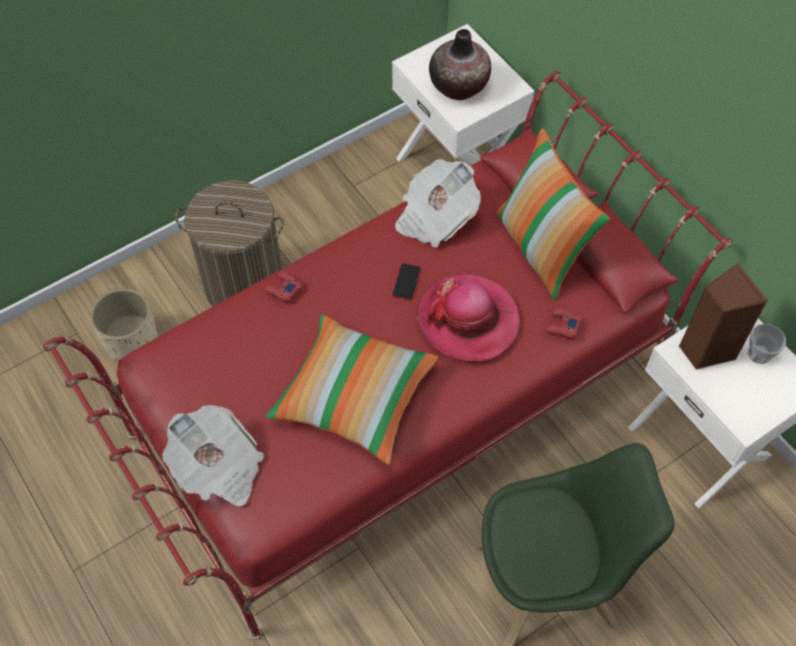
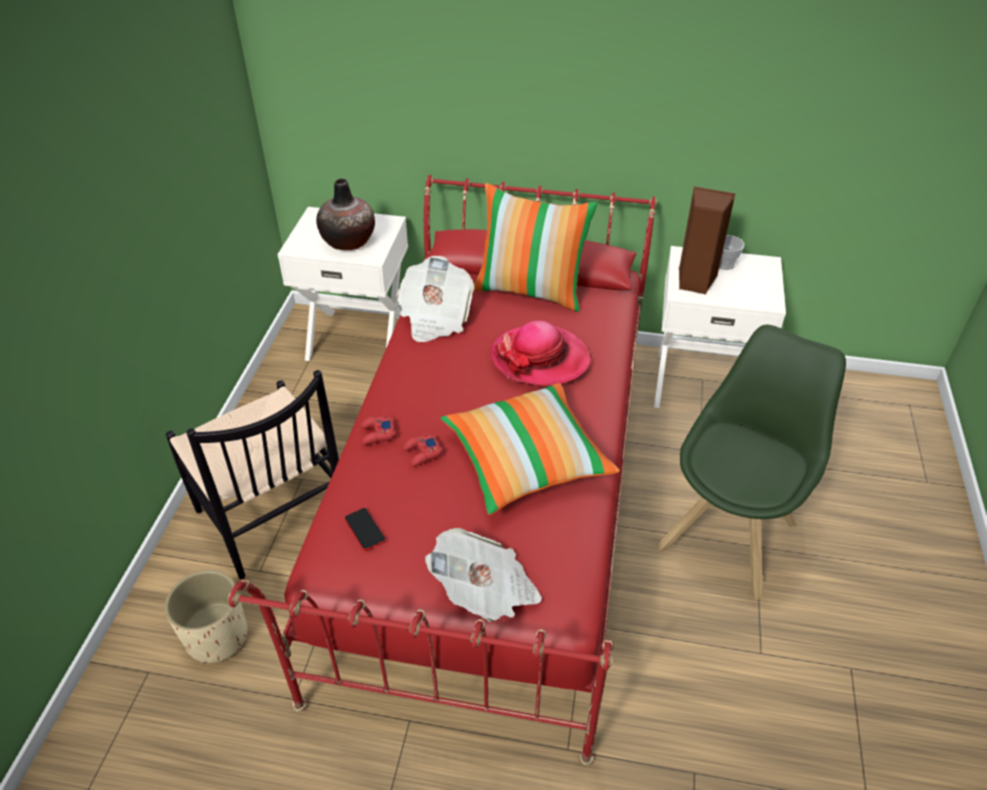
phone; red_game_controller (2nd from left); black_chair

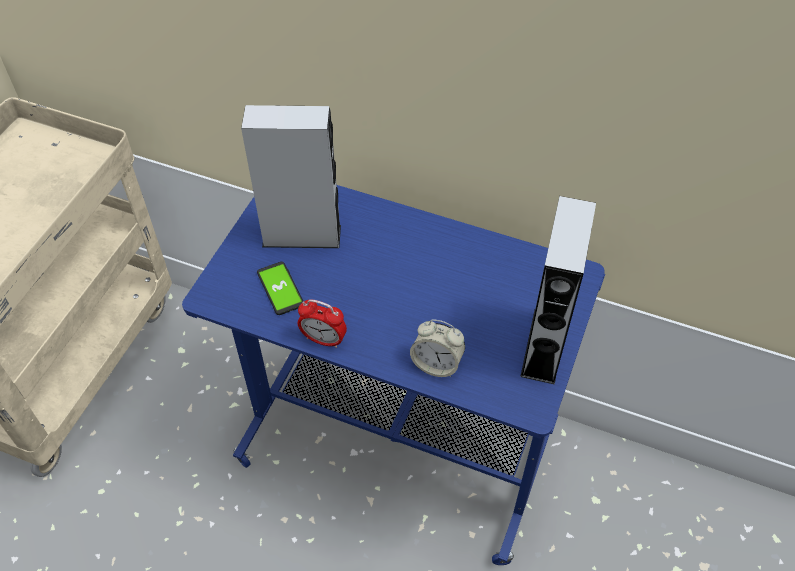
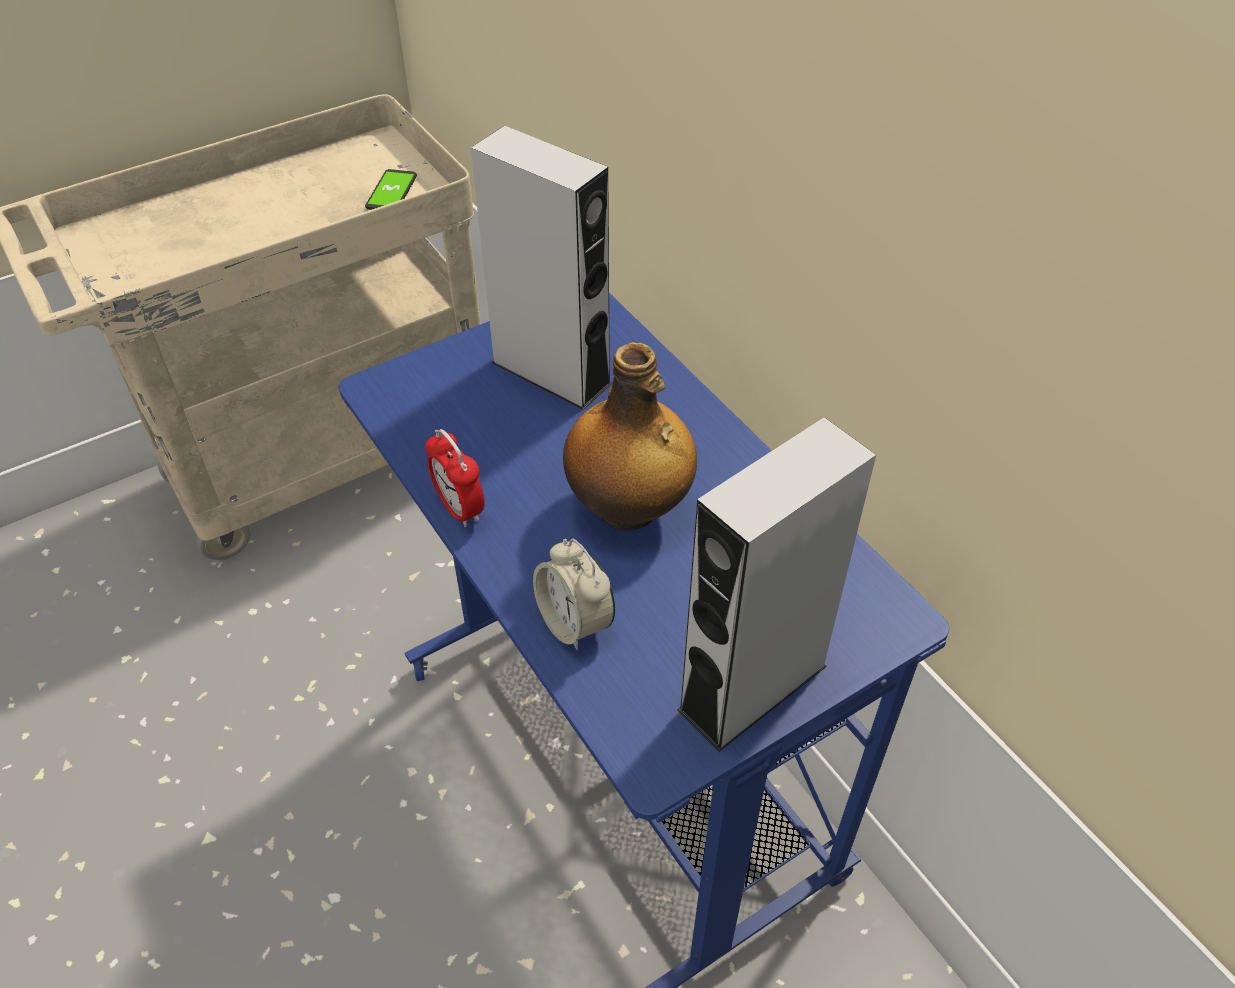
bottle; phone

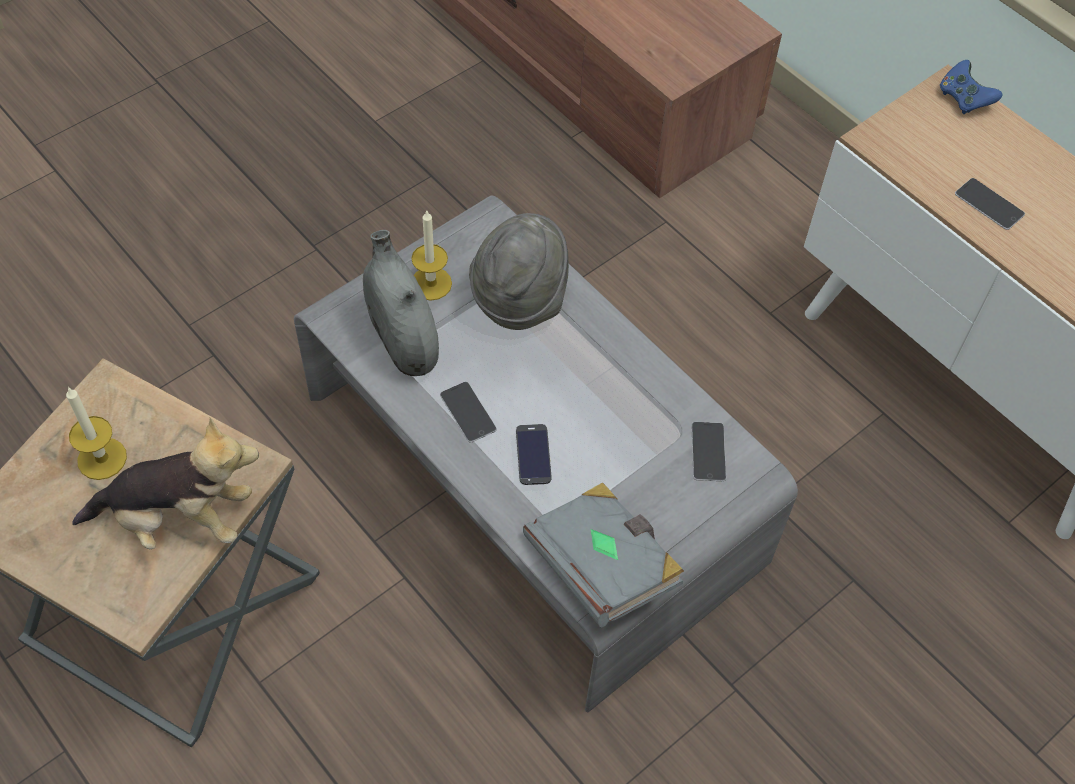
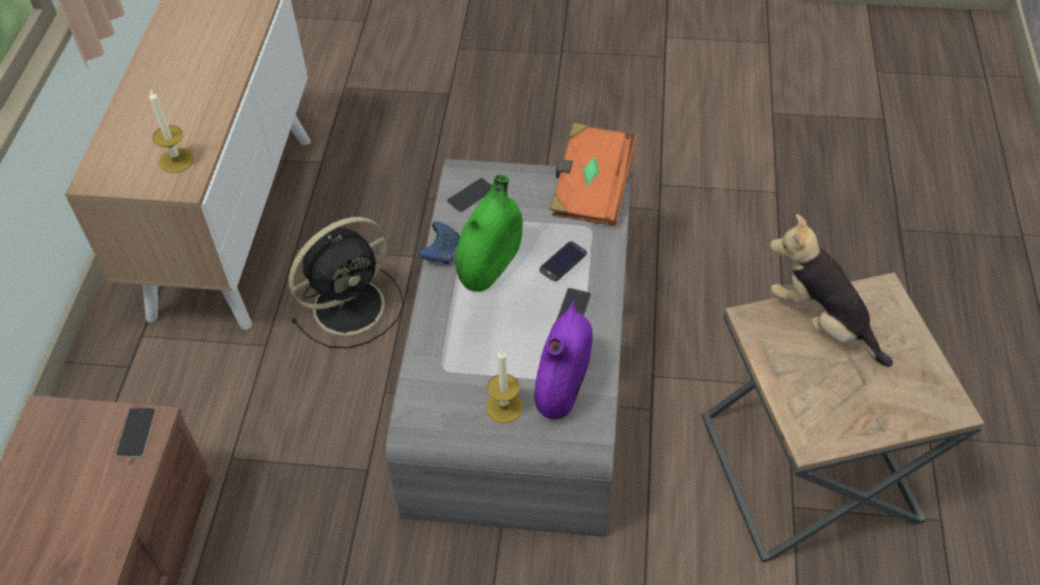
grey_hat; black_fan; green_vase; candle (1st from left); blue_game_controller; phone (1st from left); purple_vase; orange_book

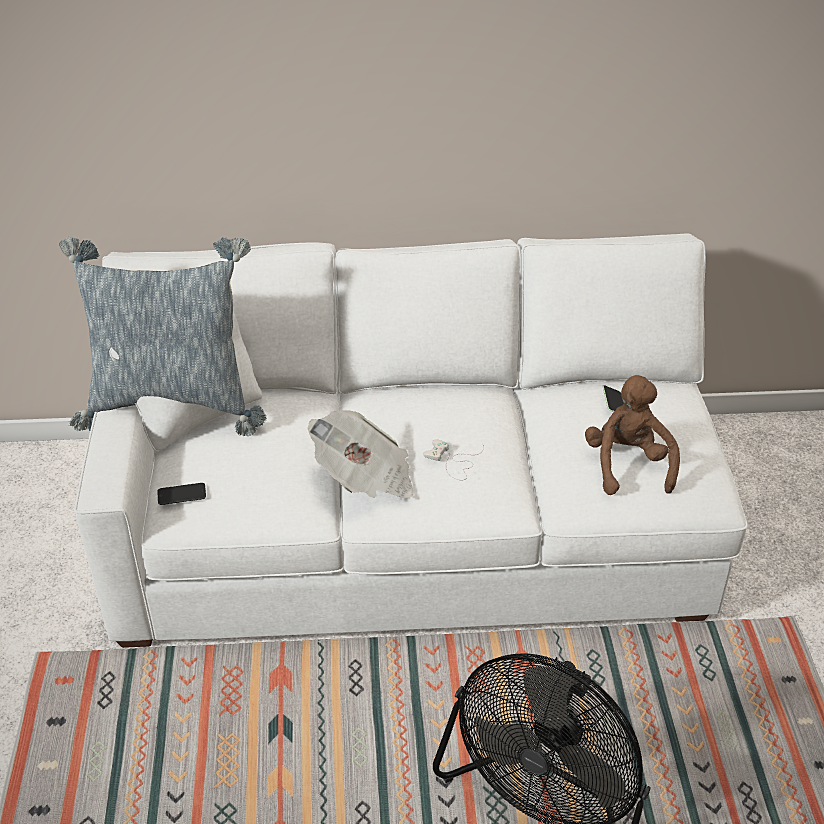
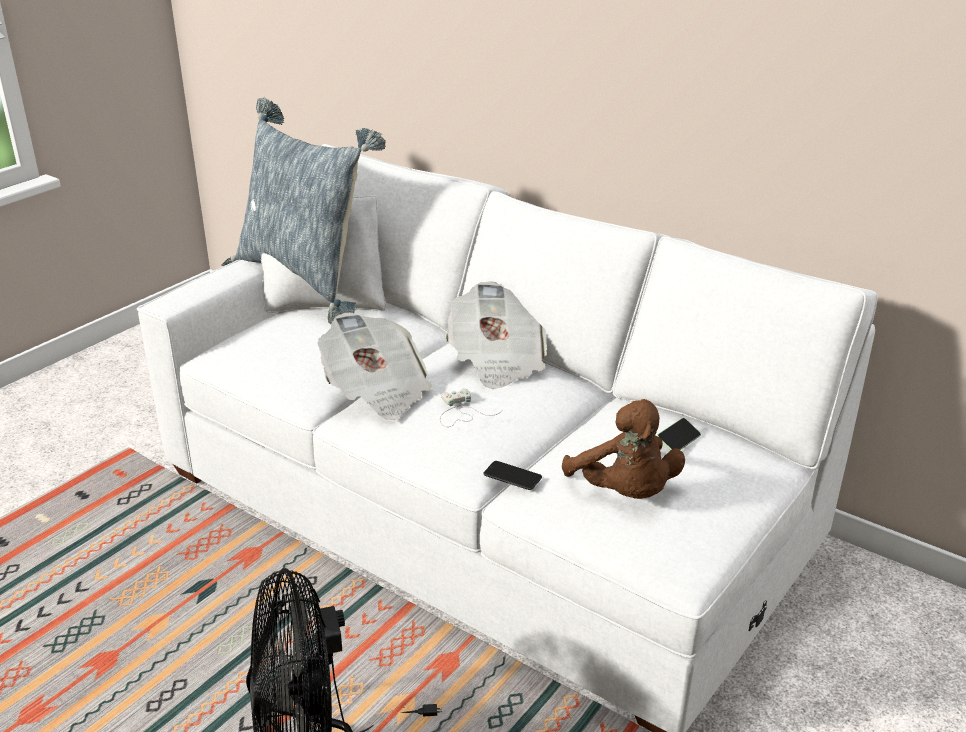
newspaper (2nd from left); phone (1st from left); brown_plush_toy

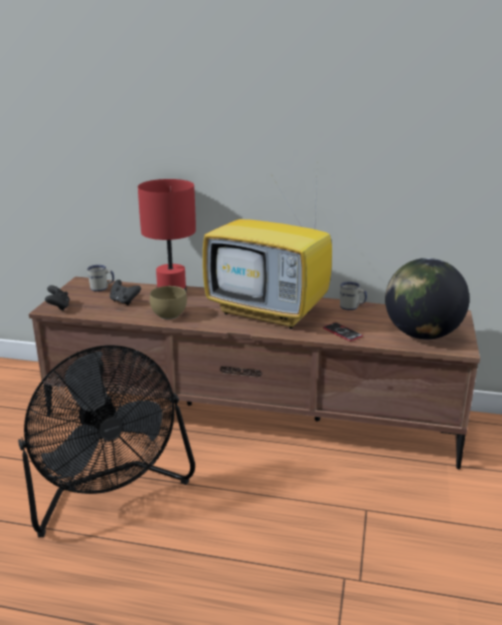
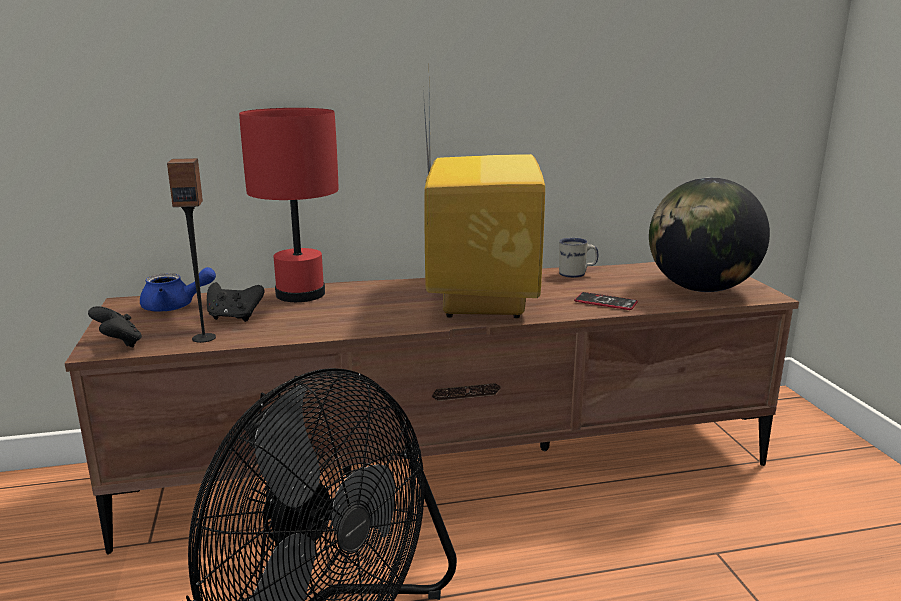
brown_bowl; speaker; blue_teapot; television

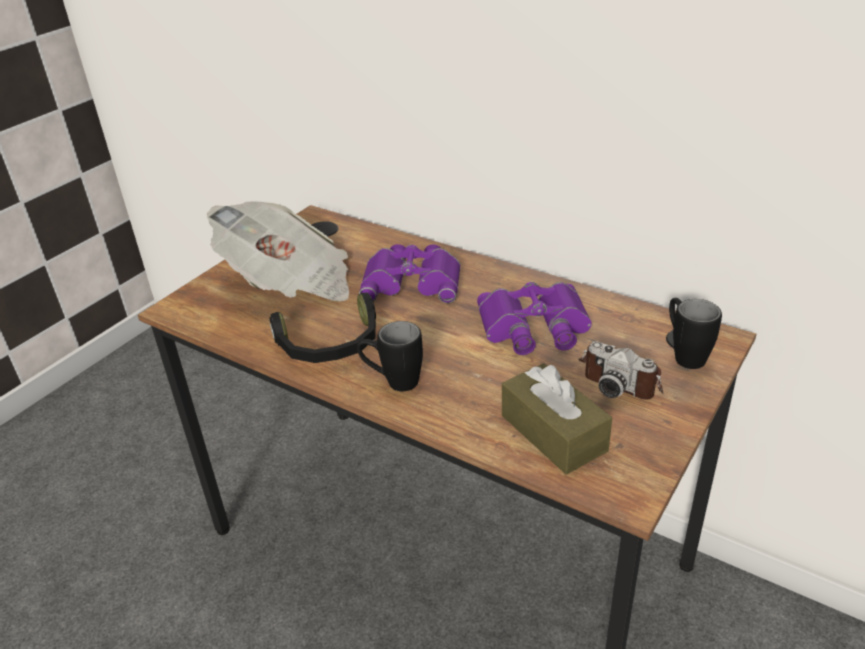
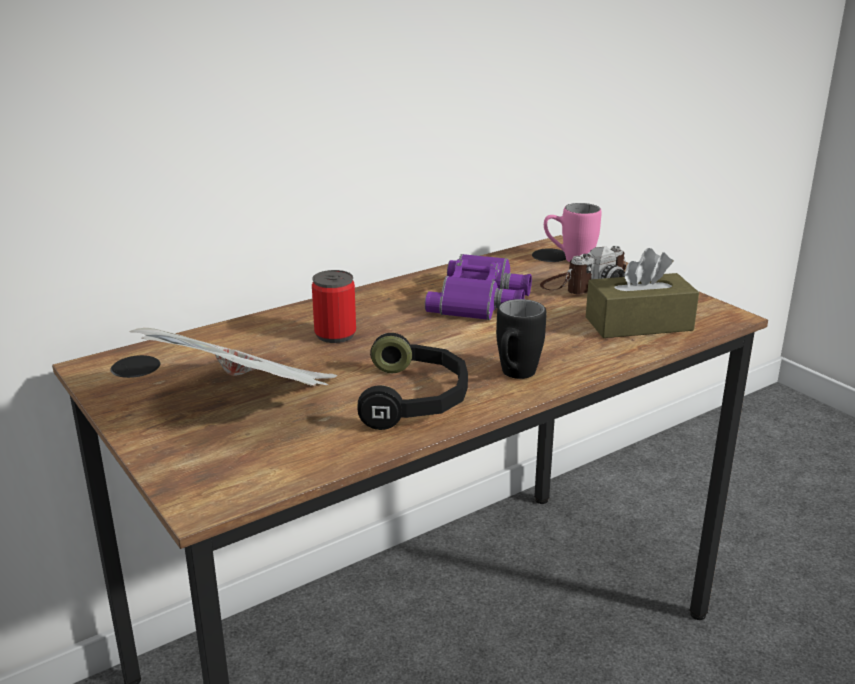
can; pink_mug

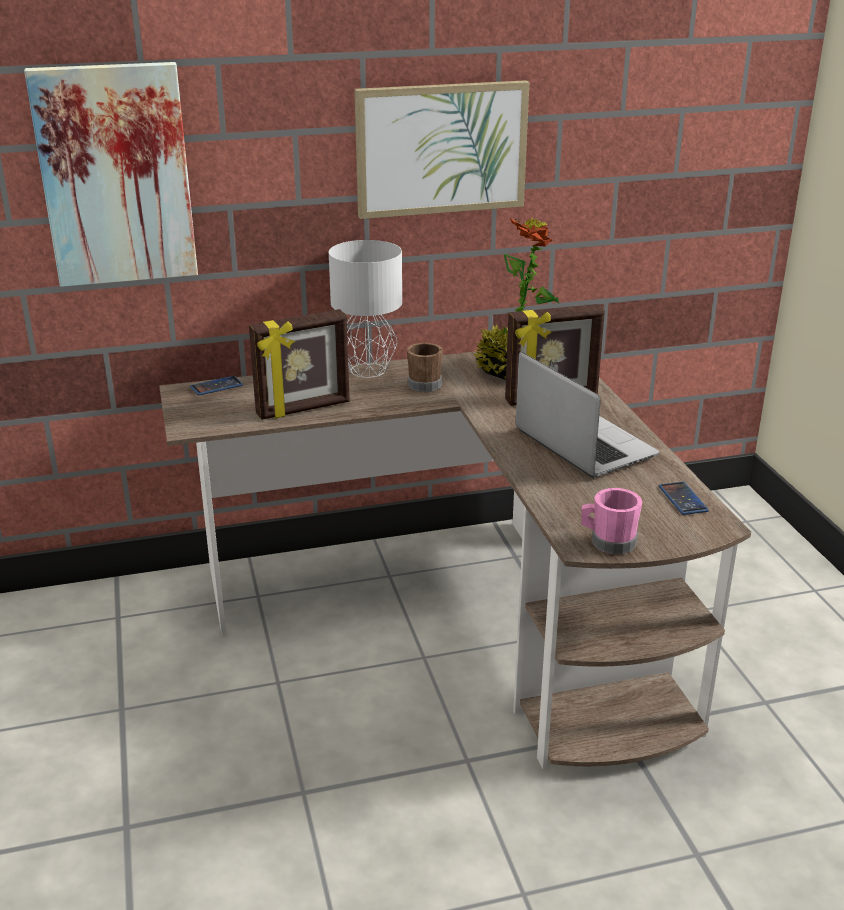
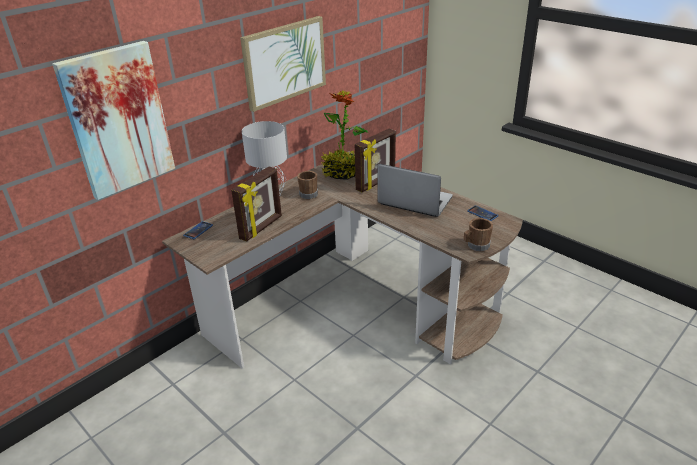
brown_mug (2nd from left)

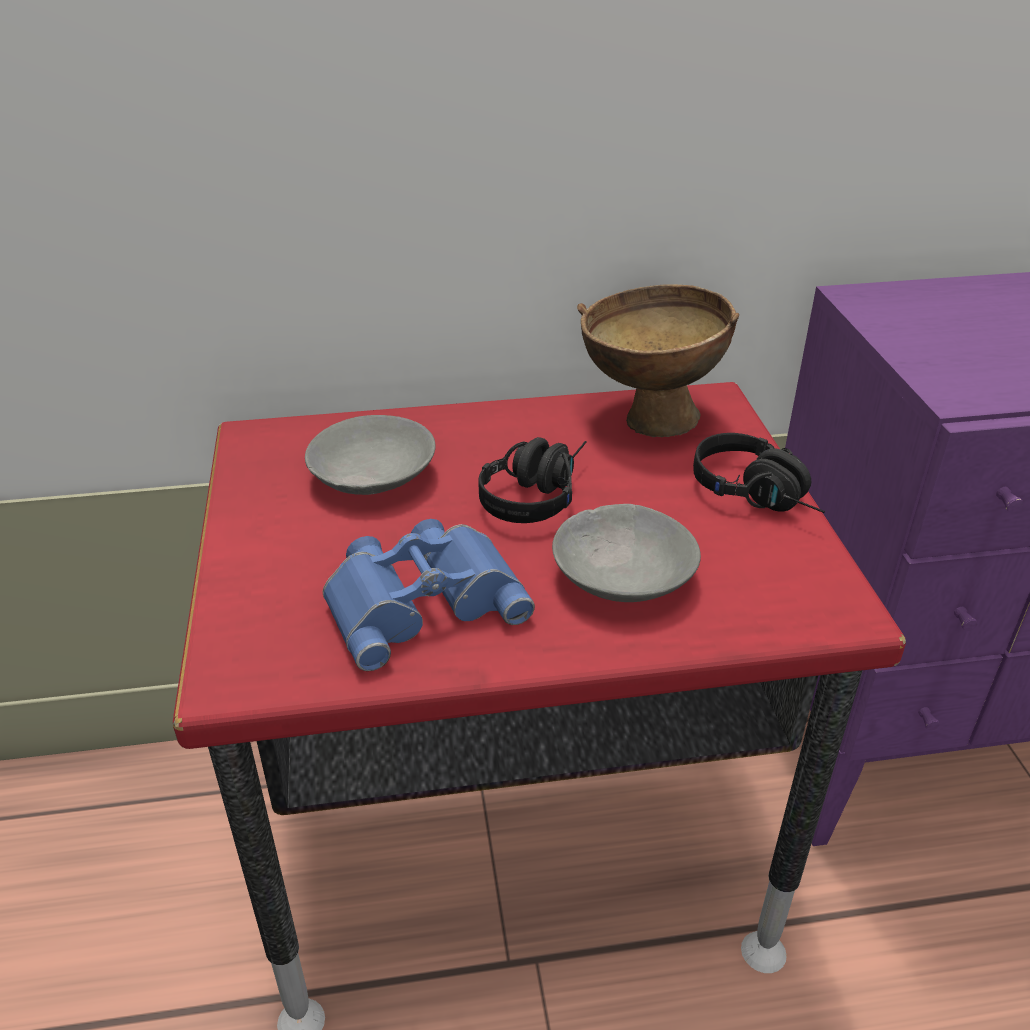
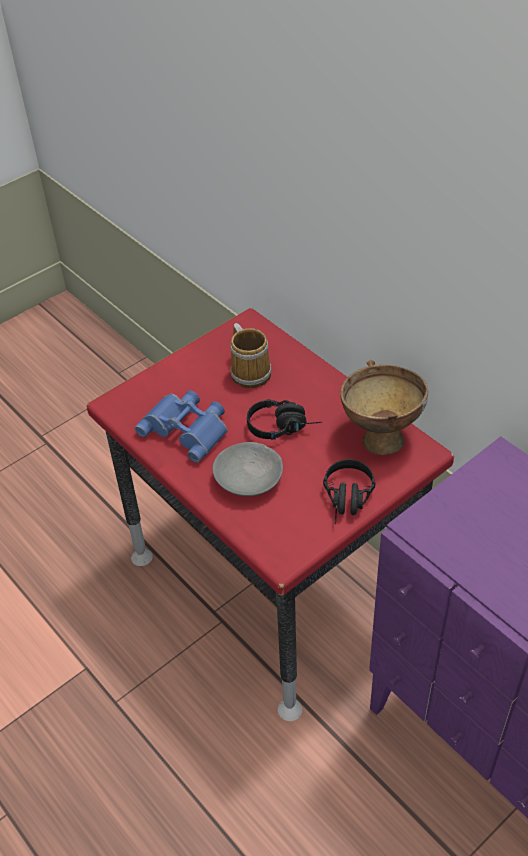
mug

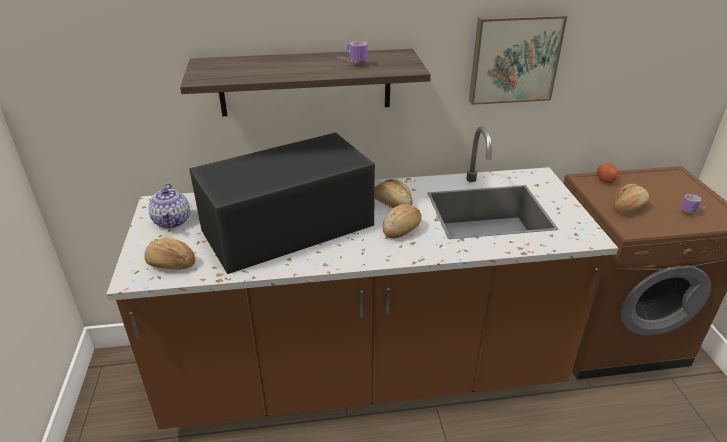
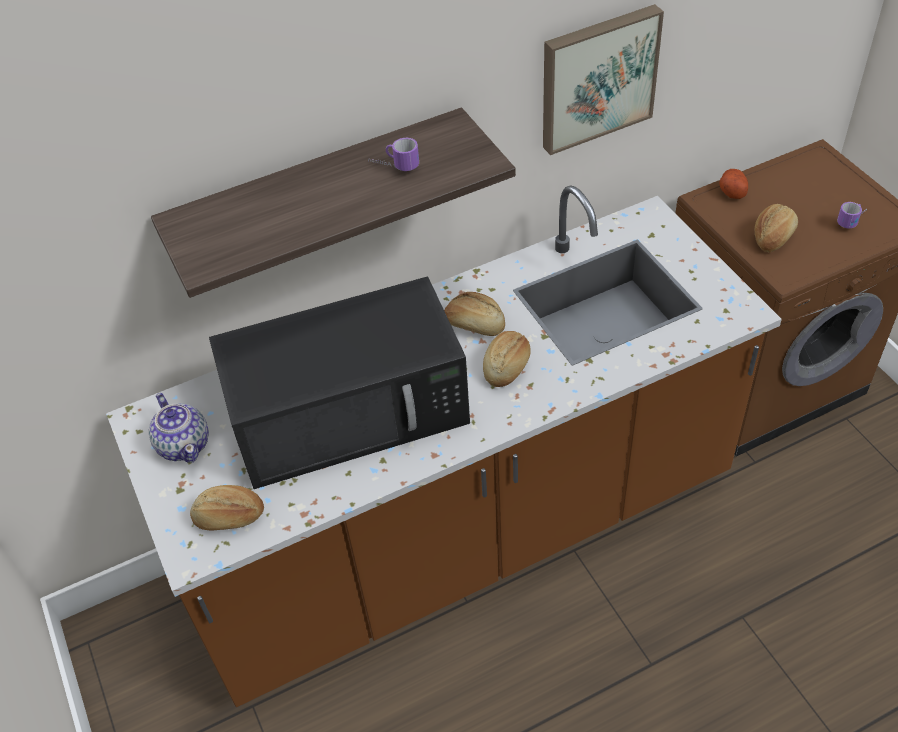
black_microwave

